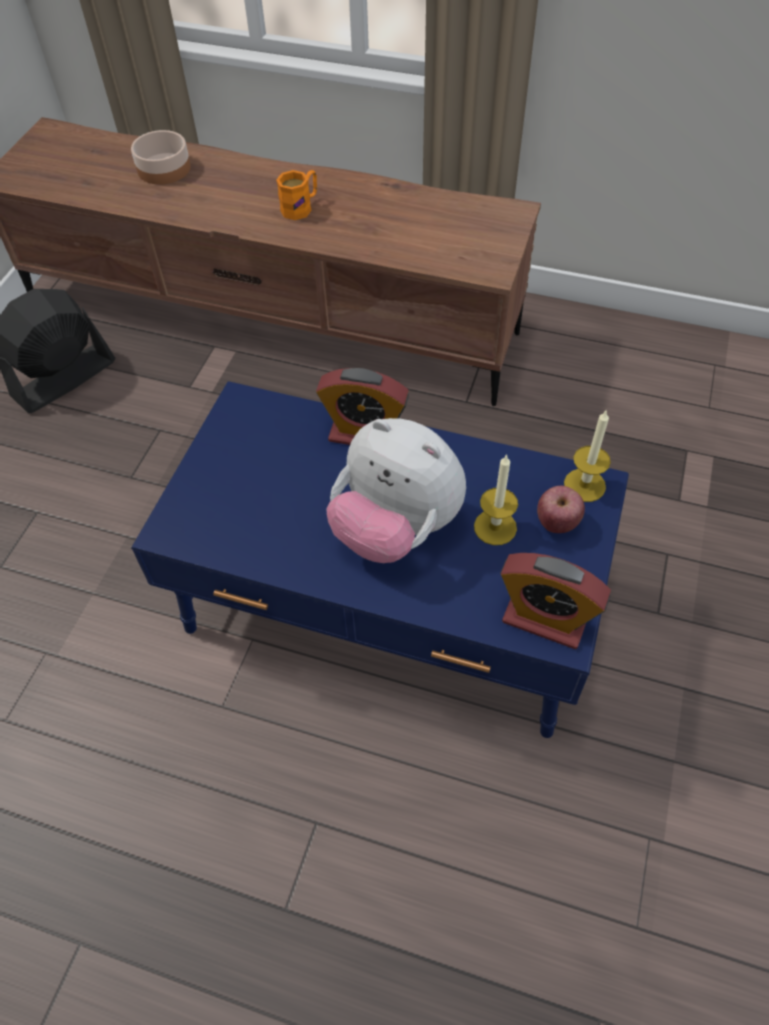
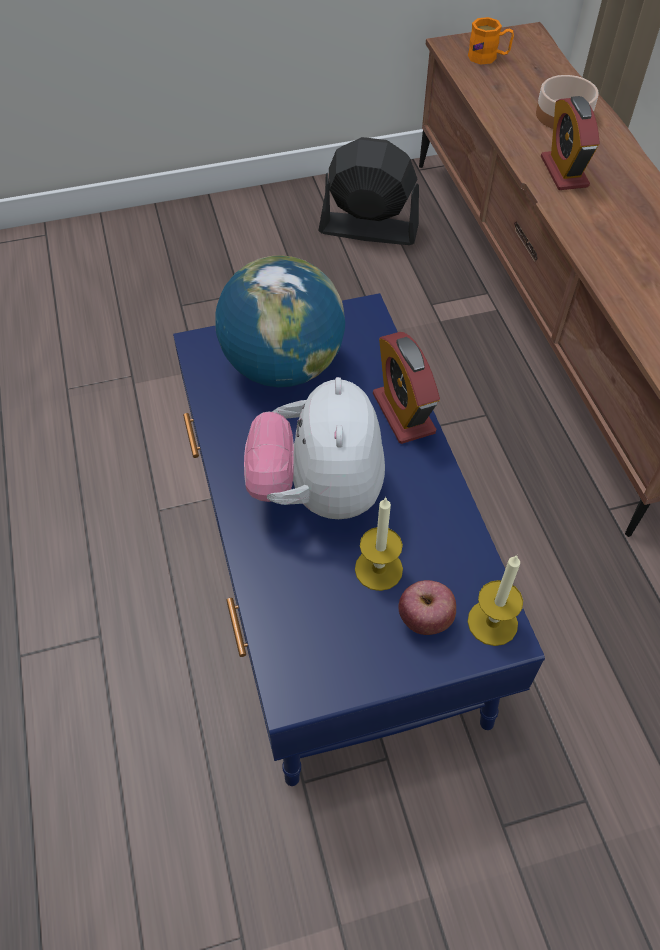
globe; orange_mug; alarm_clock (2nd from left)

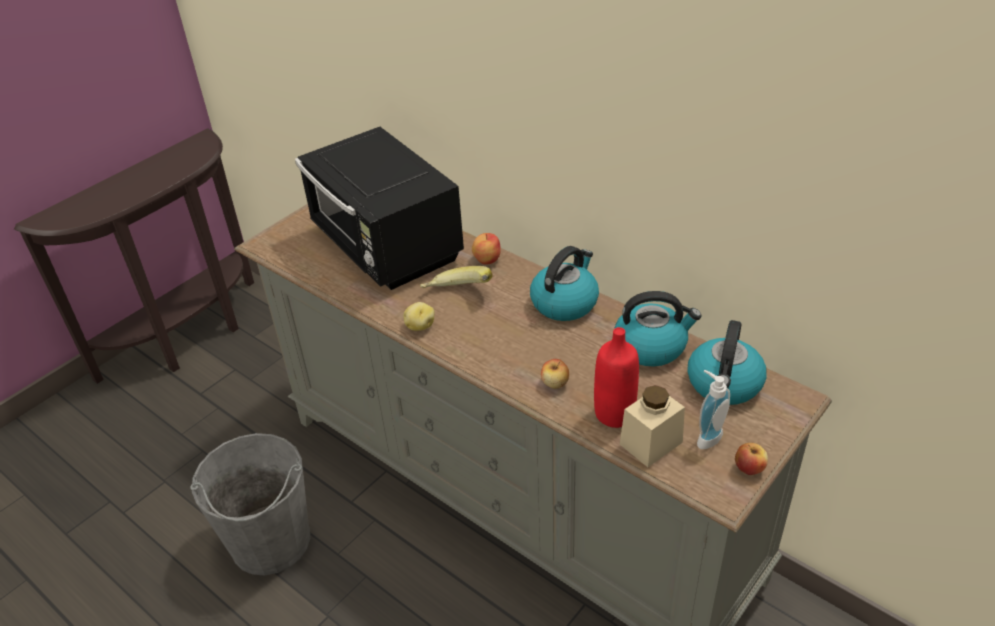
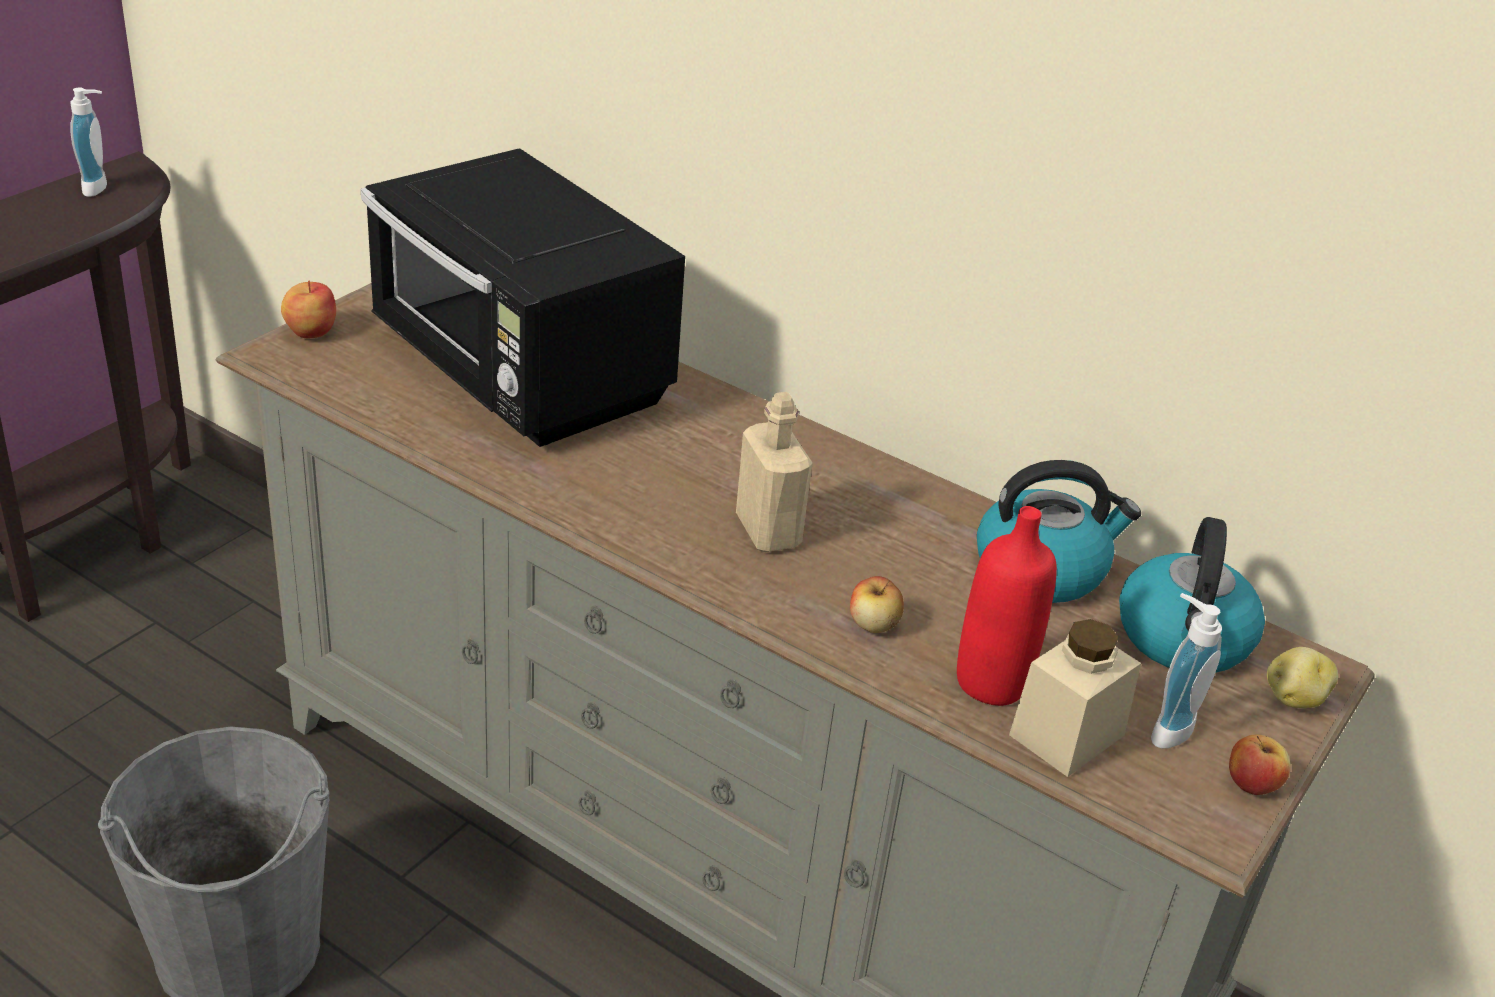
banana; kettle (1st from left in the first image); soap_dispenser (1st from left); beige_bottle; potato; apple (1st from left)

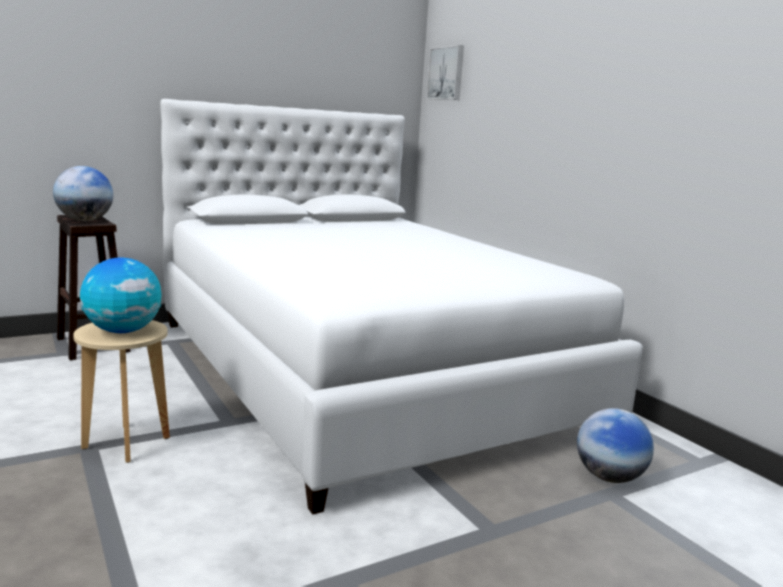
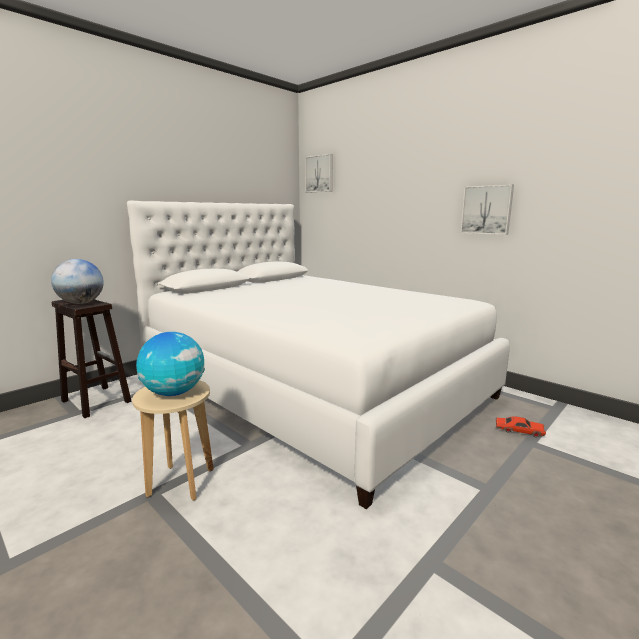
picture (2nd from left); red_toy_car

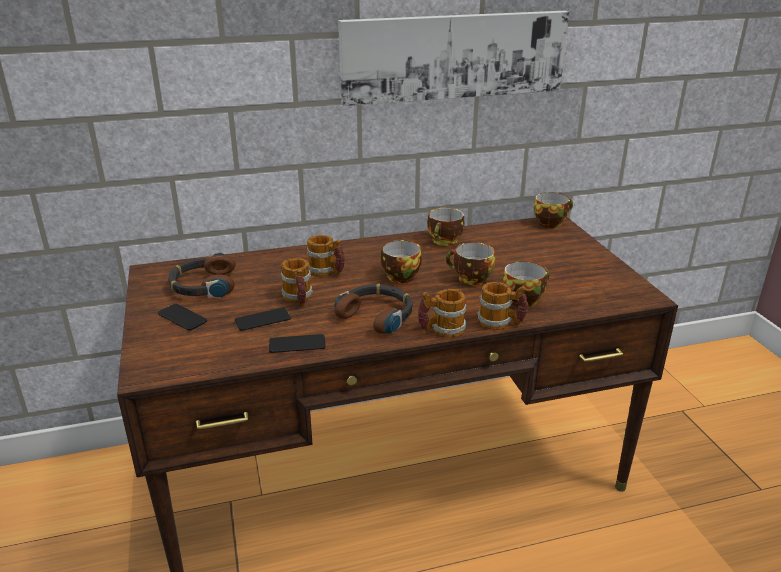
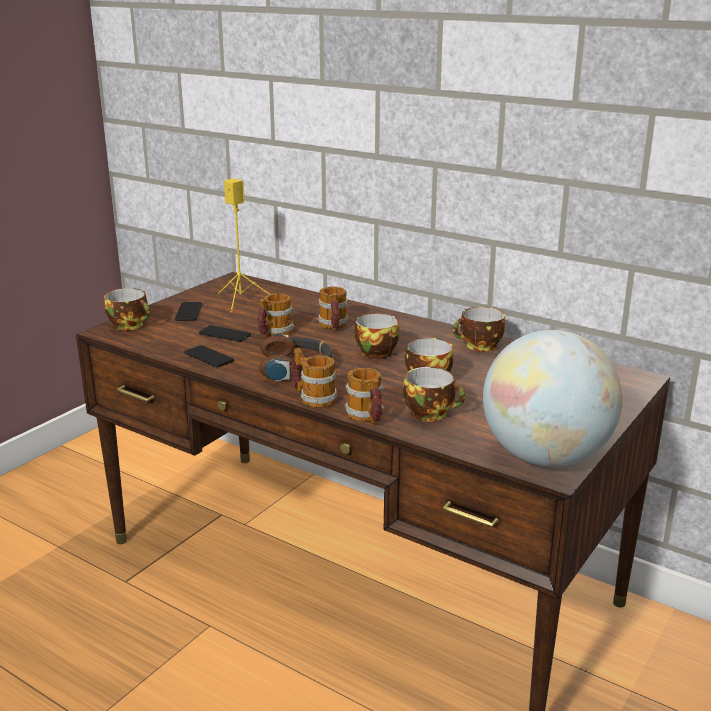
picture; globe; cup (1st from left); yellow_speaker

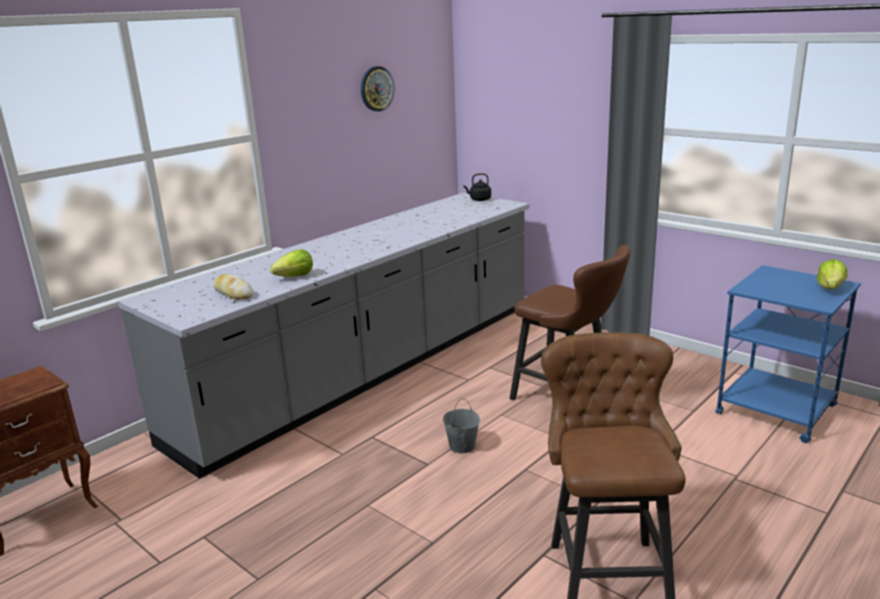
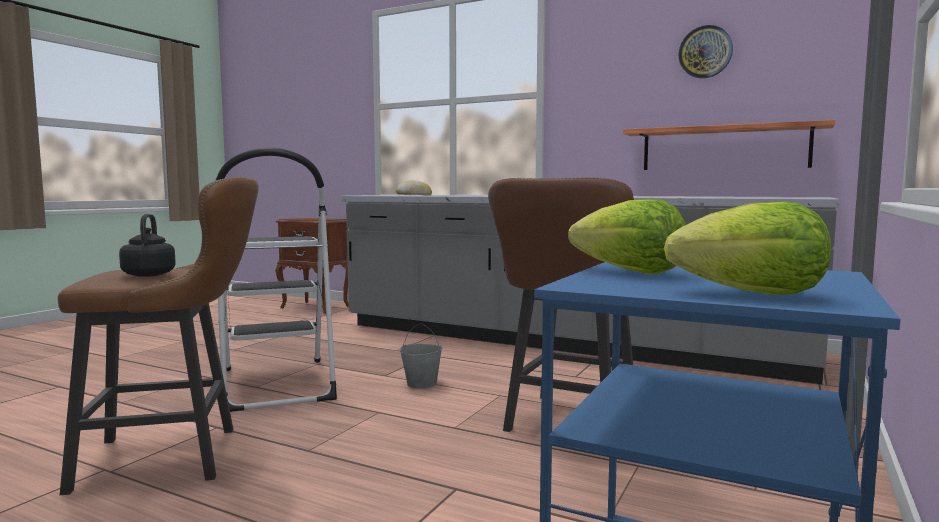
step_ladder; shelf; lettuce (1st from left); black_kettle

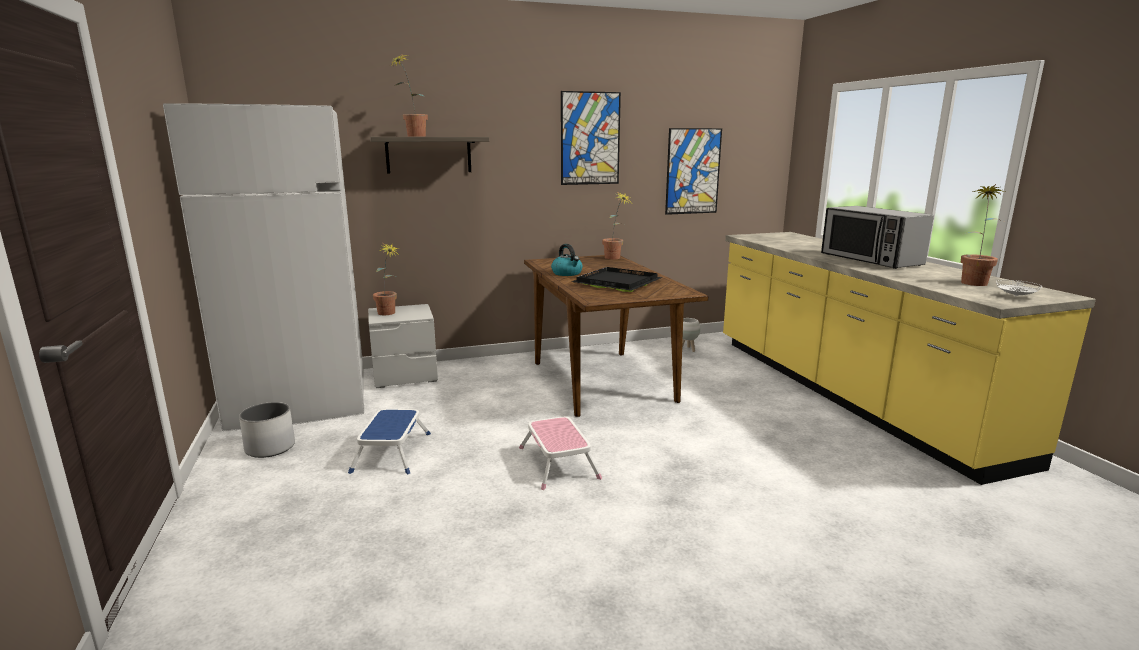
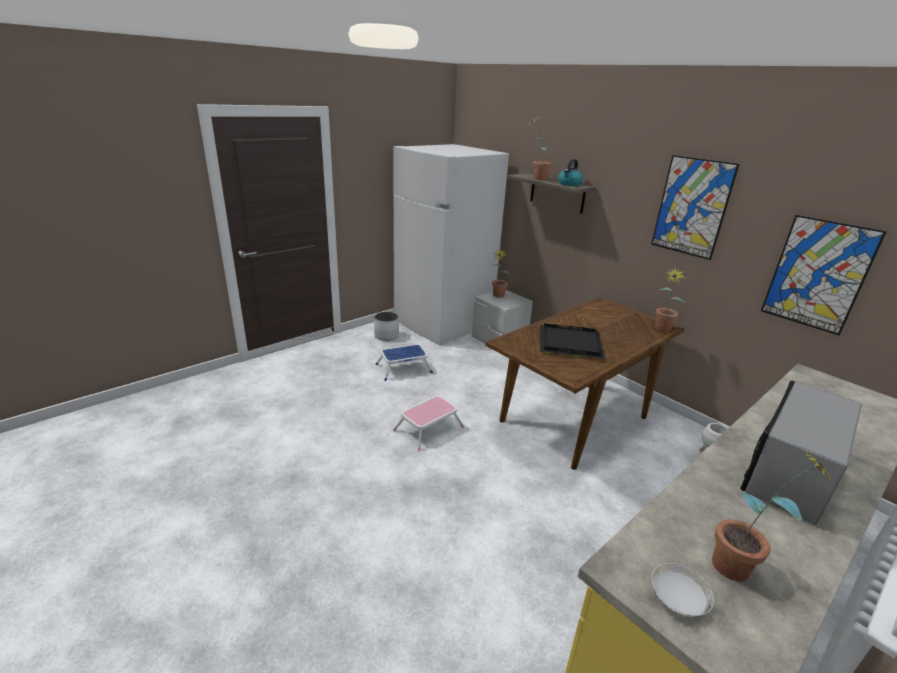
kettle

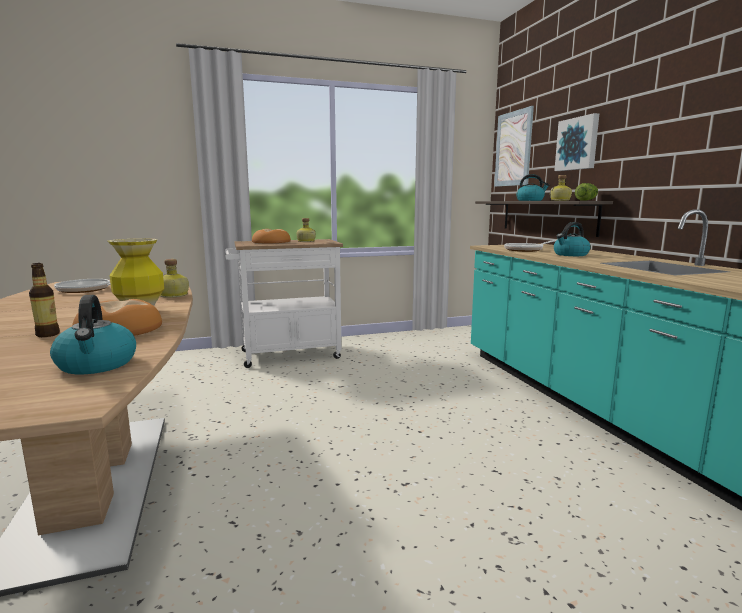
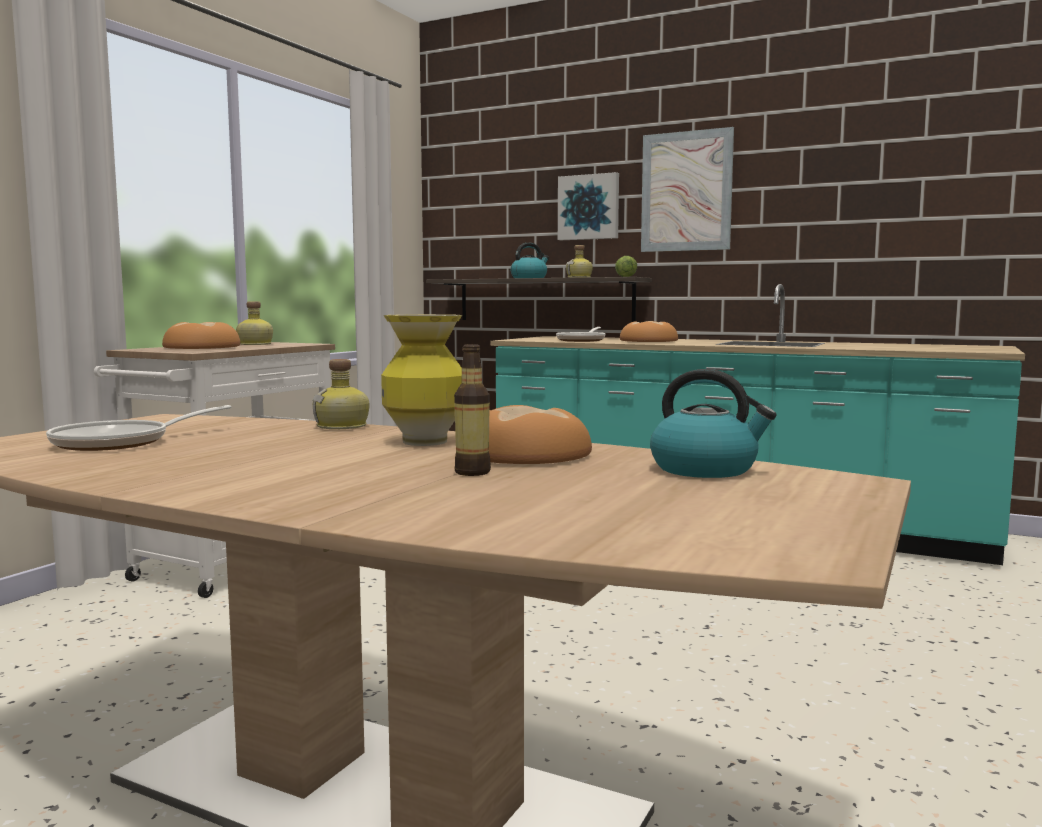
picture (2nd from left); bread (3rd from left)

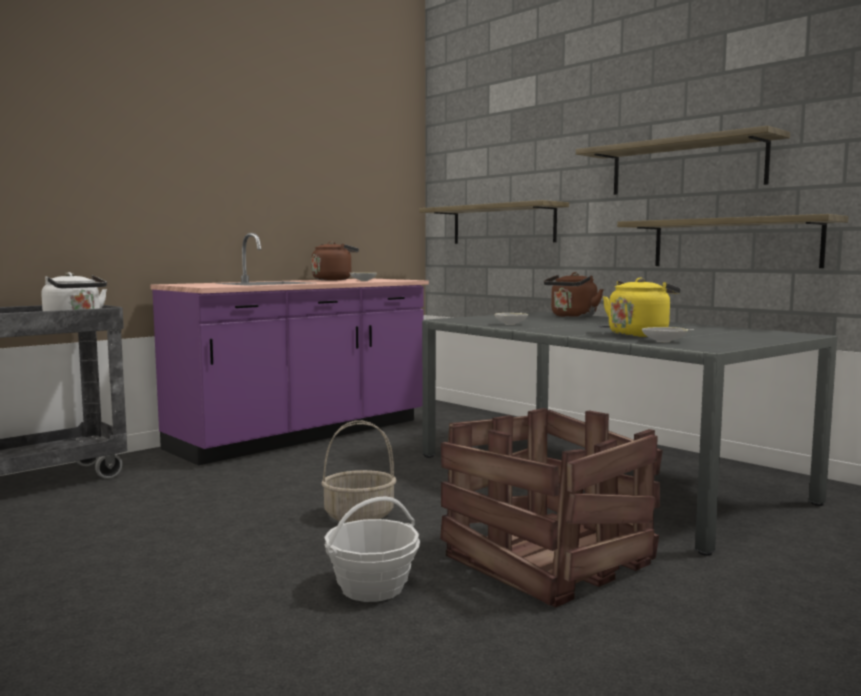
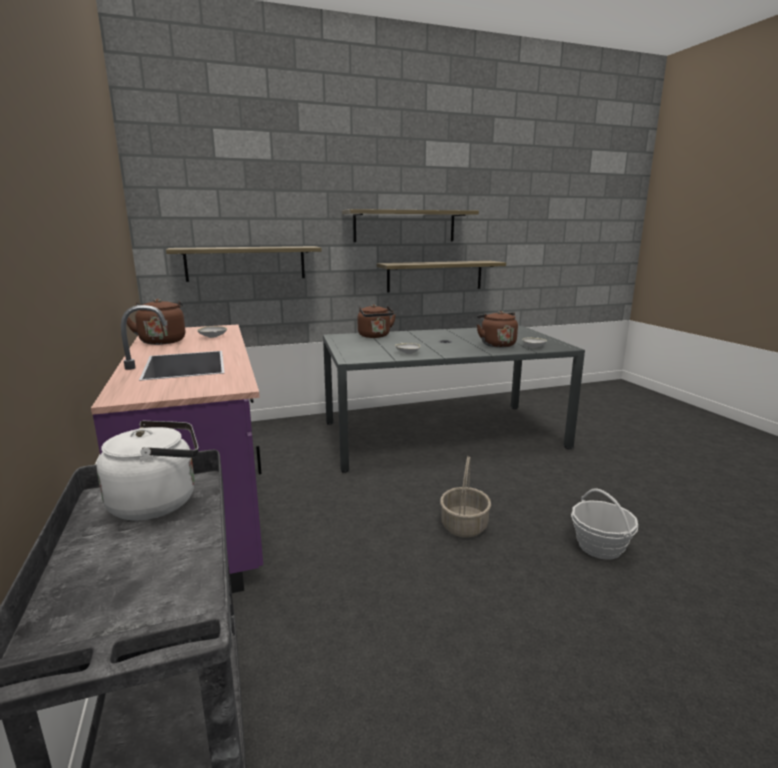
crate; brown_kettle (3rd from left)

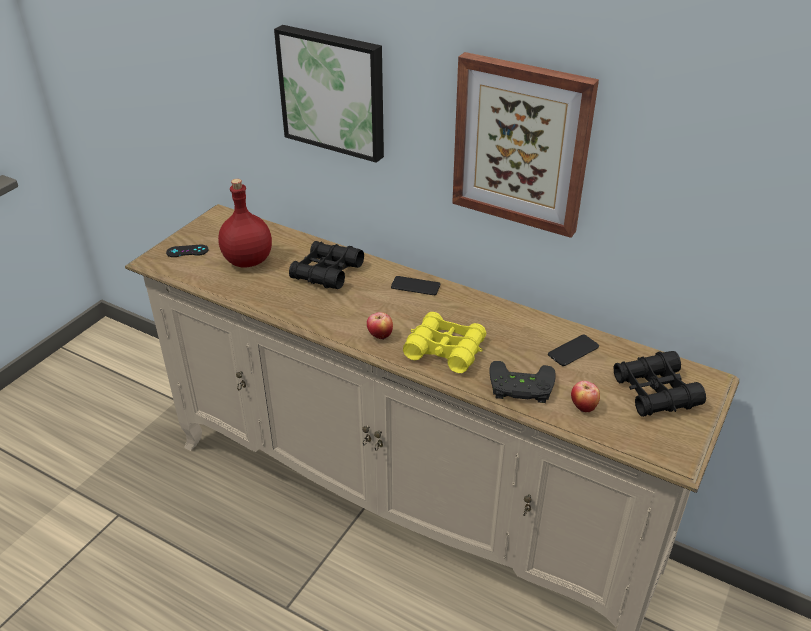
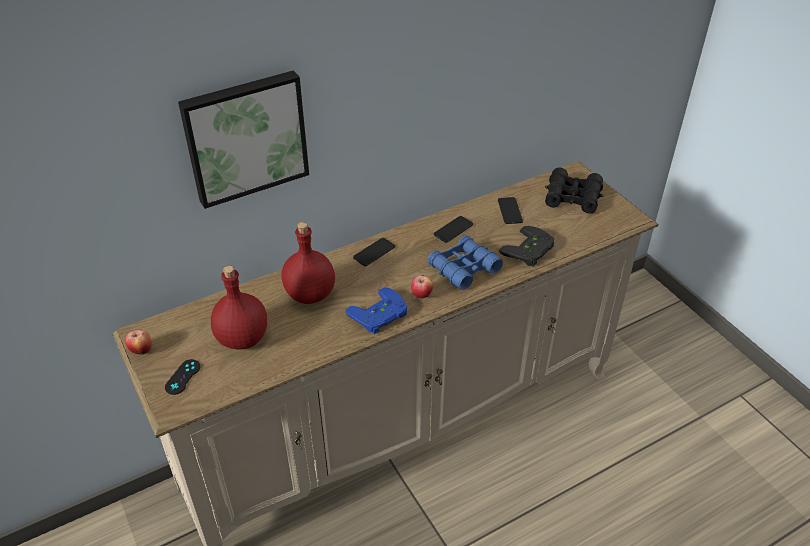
picture (2nd from left in the first image); blue_game_controller; phone (2nd from left); apple (1st from left); red_bottle (2nd from left); blue_binoculars

